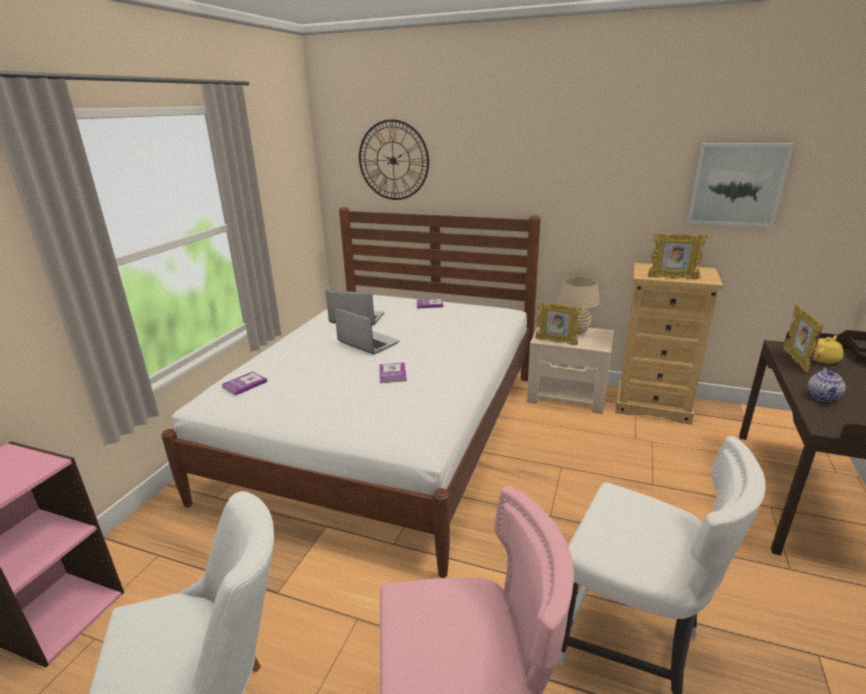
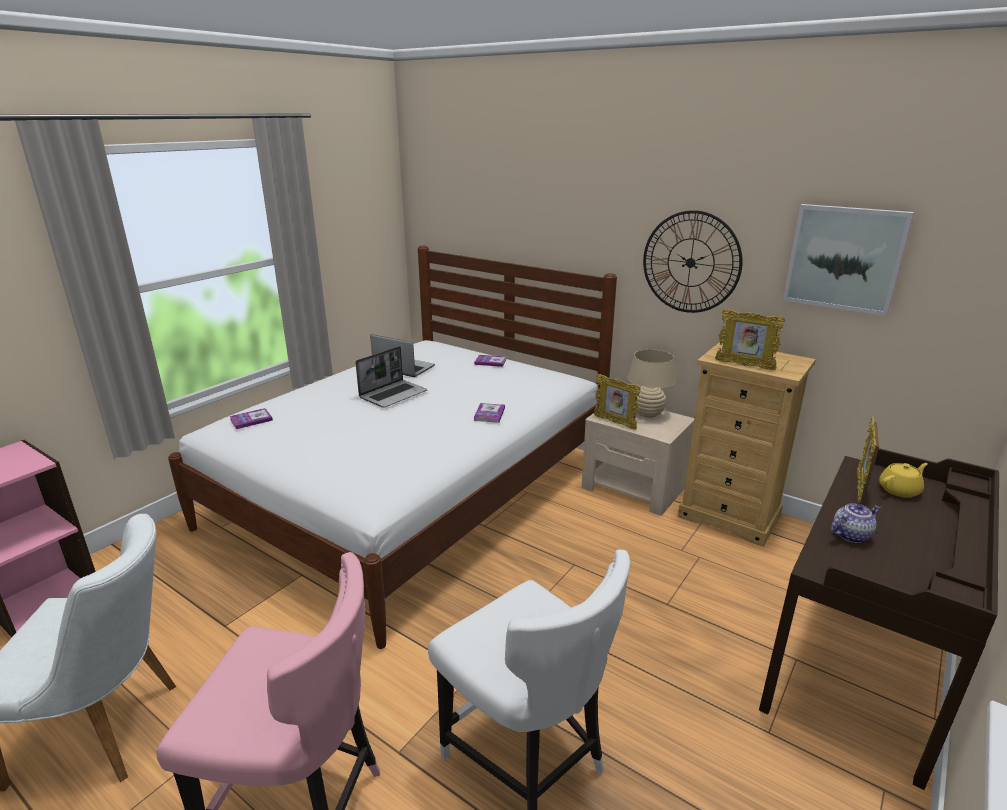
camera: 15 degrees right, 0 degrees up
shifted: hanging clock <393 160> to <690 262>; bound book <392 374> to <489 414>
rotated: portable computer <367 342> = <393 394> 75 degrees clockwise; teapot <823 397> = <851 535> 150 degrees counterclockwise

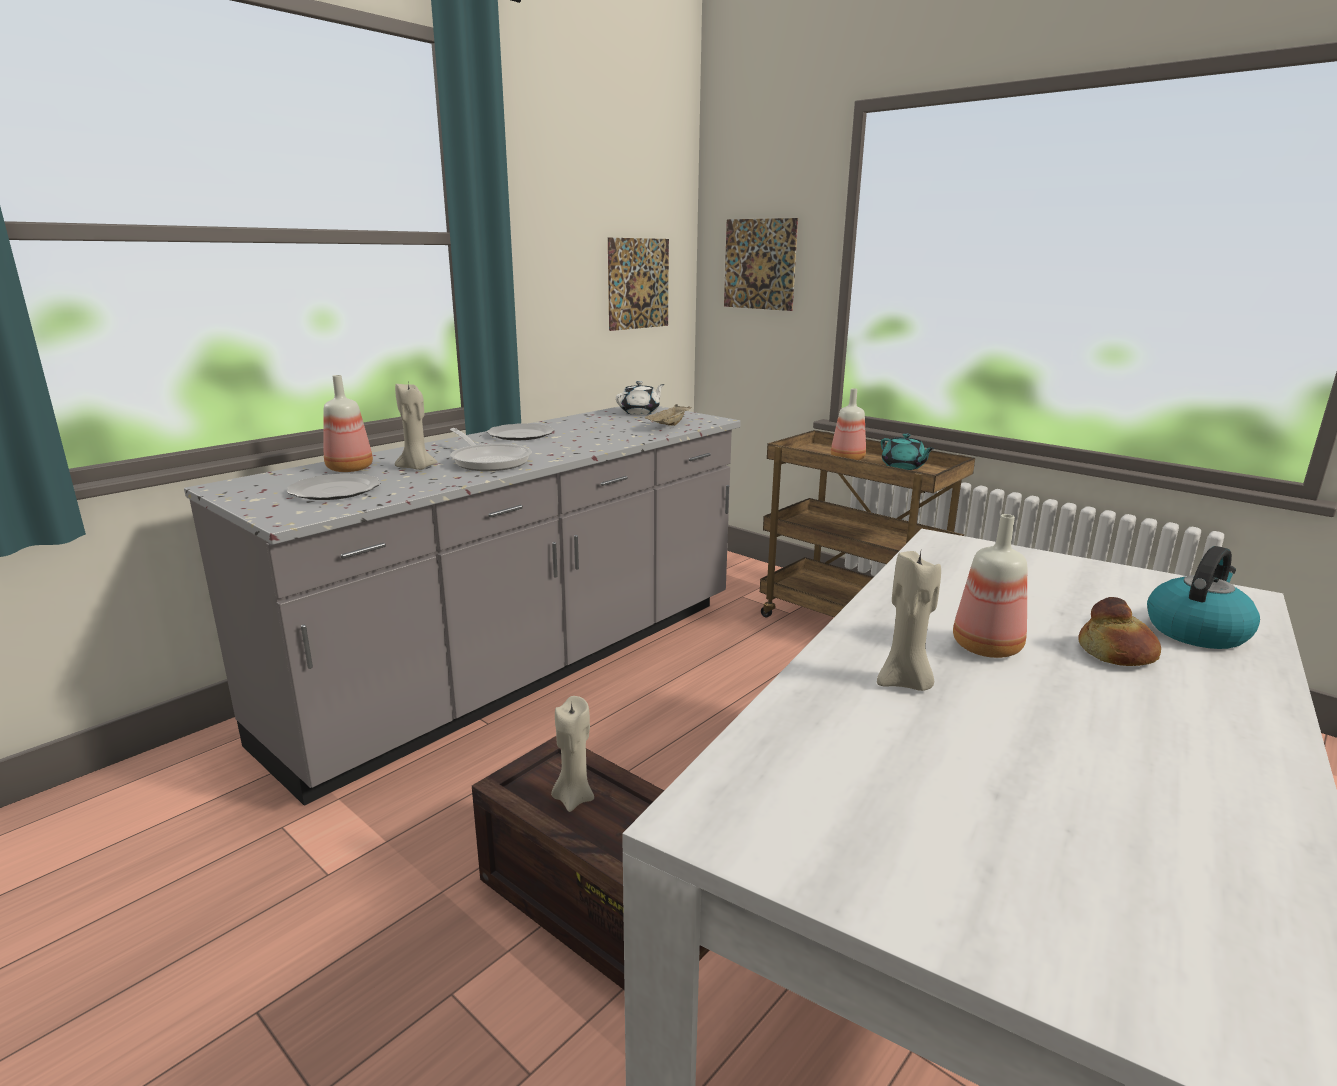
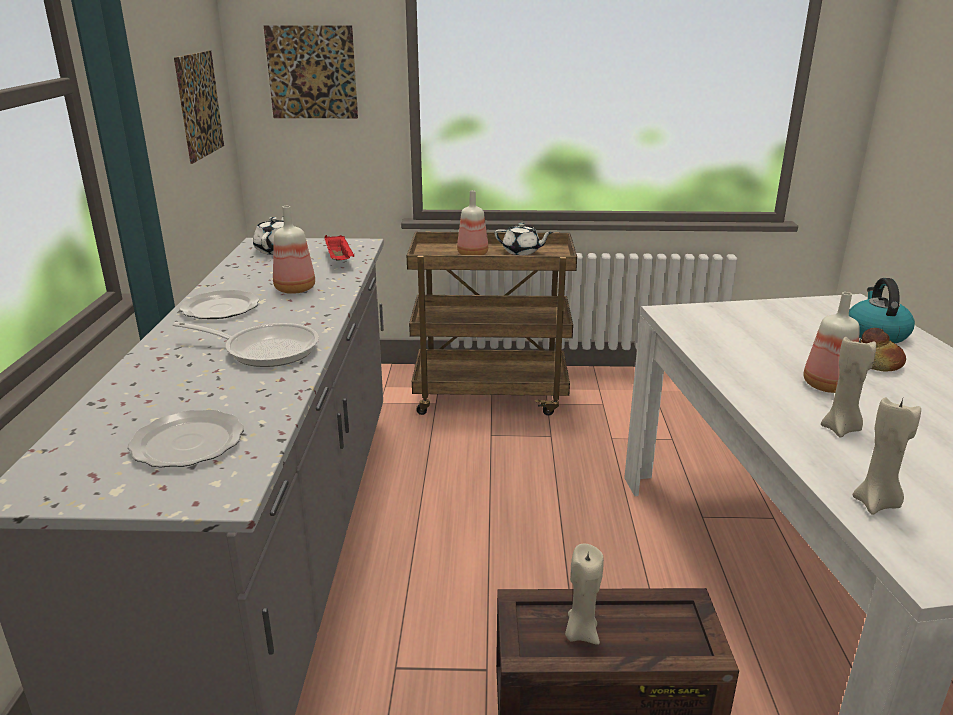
camera: 40 degrees left, 5 degrees up
shifted: beverage bottle <350 468> to <294 289>; beige candle <417 468> to <876 504>
repainted: beige carrying tray <669 426> to red carrying tray <339 260>; turquoise teapot <903 467> to white teapot <522 251>

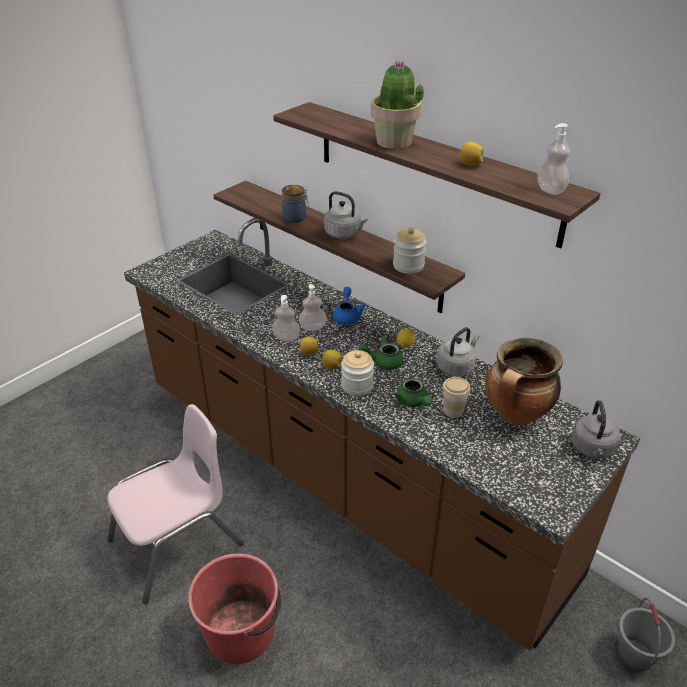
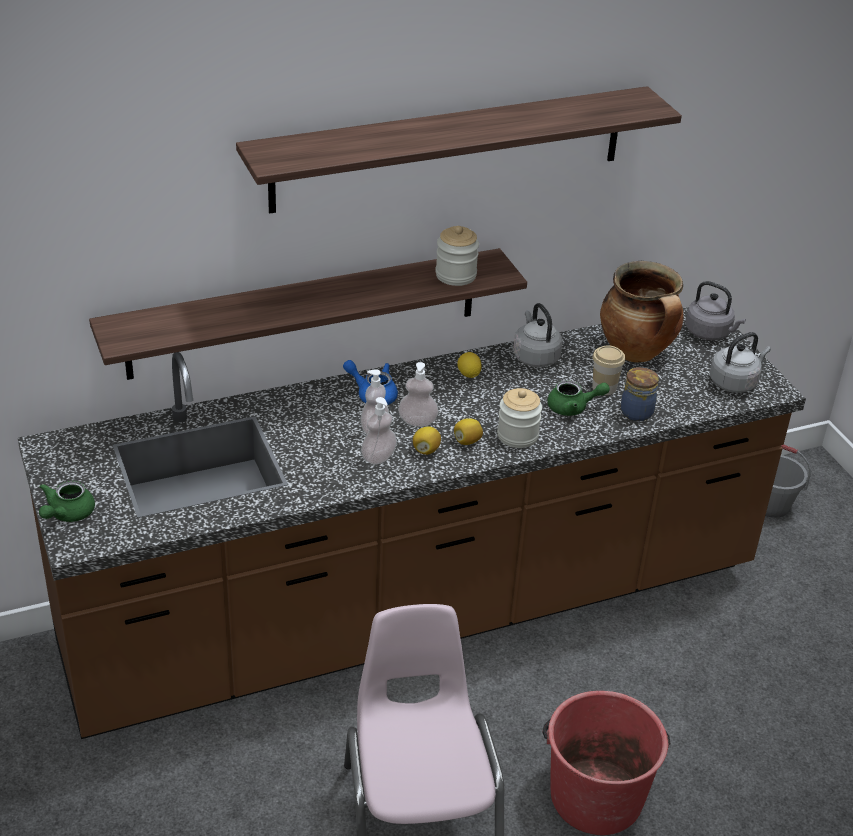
camera: 65 degrees left, 0 degrees up
gone: plant in a pot <394 142>; whole lemon <470 164>
shifted: soap dispenser <550 190> to <417 421>; storage jar <295 218> to <637 411>; gray kettle <344 234> to <735 382>; greenish teapot <383 362> to <67 514>

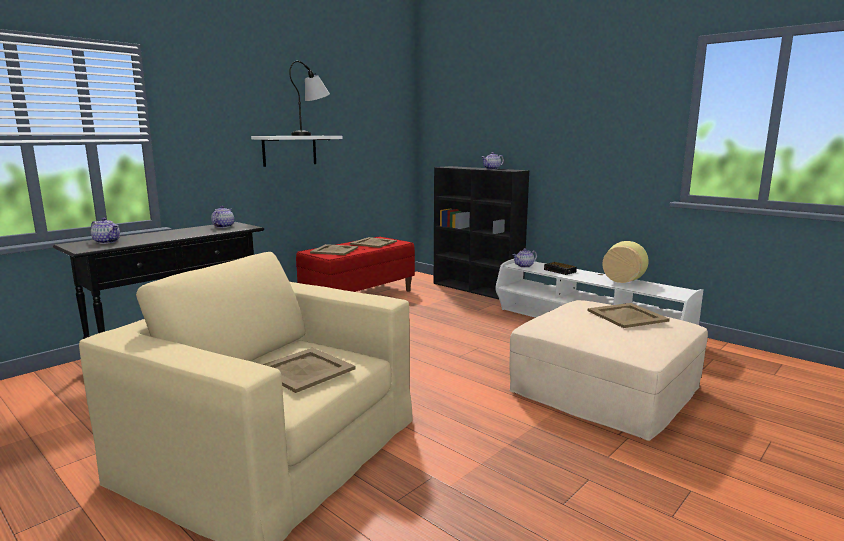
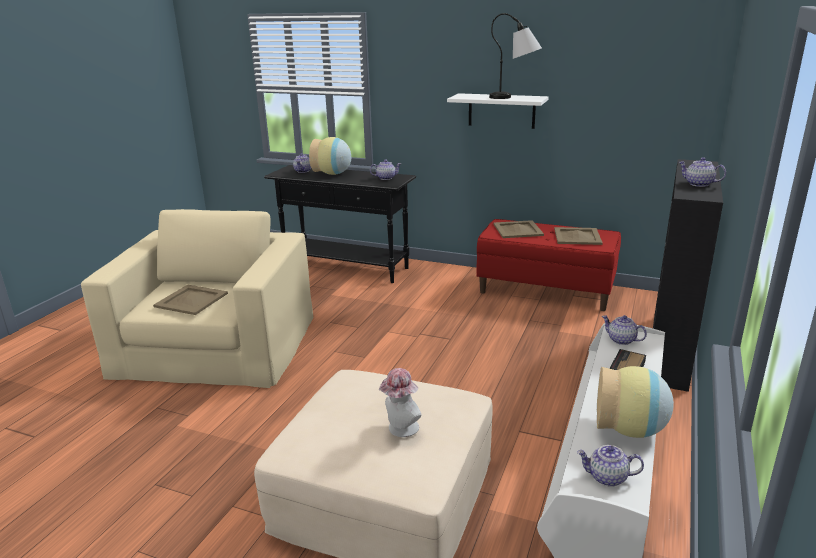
camera: 70 degrees right, 10 degrees up
new: vase <333 174>; teapot <607 477>
swapped: beige carrying tray <627 315> to wearable hat <400 429>

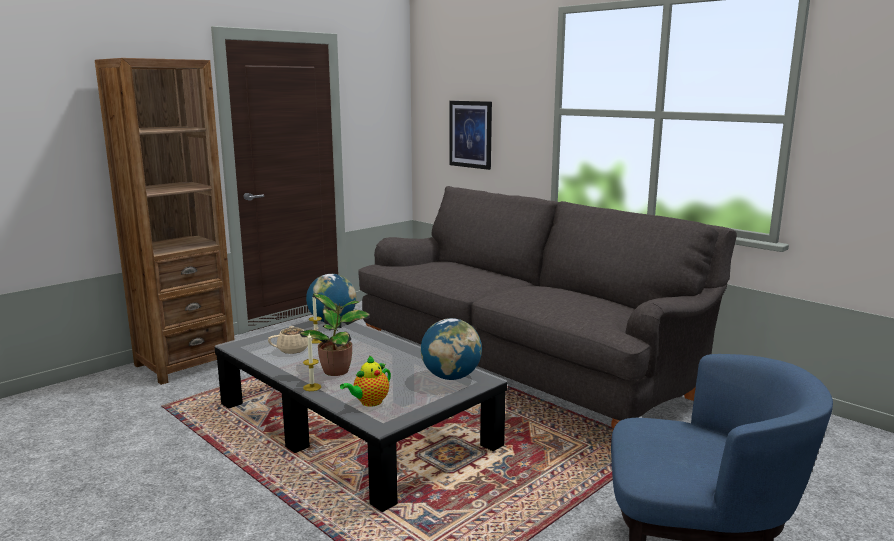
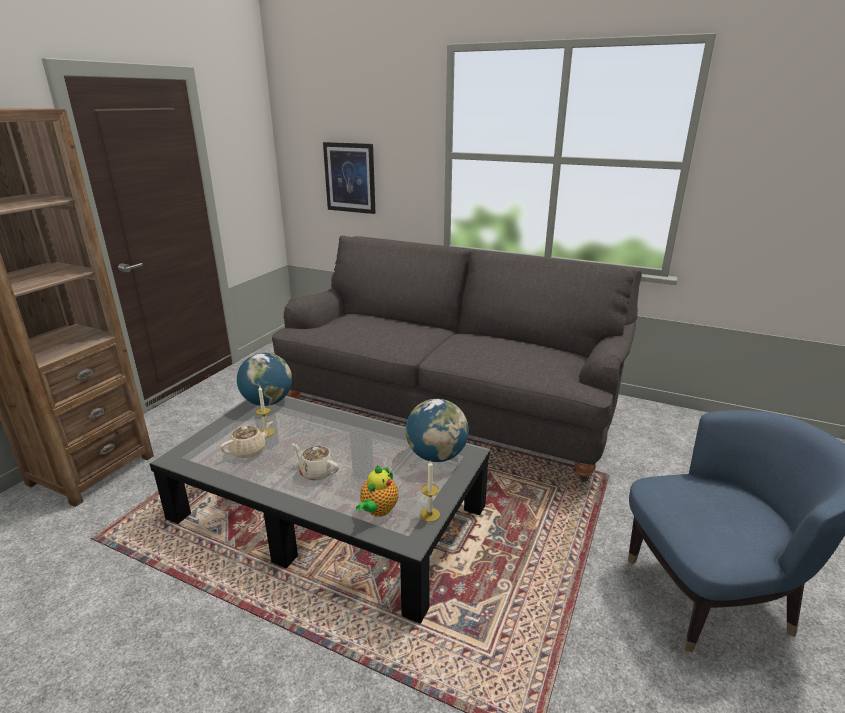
camera: 20 degrees left, 10 degrees up
shifted: candle <312 387> to <429 514>
swapped: plant in a pot <338 371> to beige teapot <317 472>

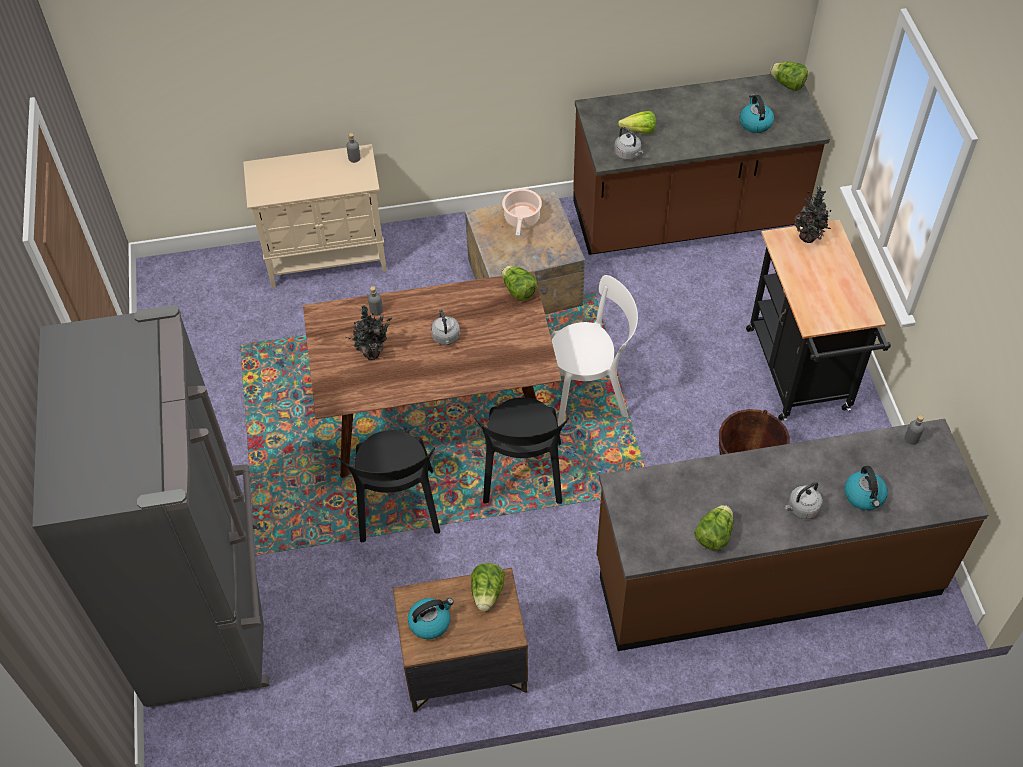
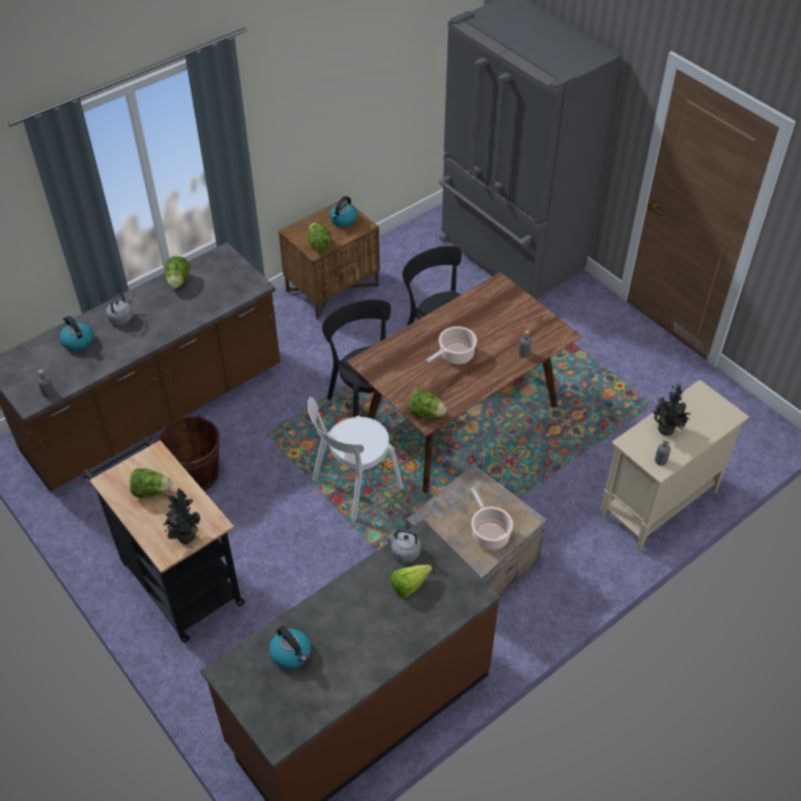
camera: 150 degrees right, 5 degrees down
shifted: head of lettuce <787 84> to <151 491>; plant in a pot <373 352> to <666 431>
swapped: gray kettle <446 338> to cooking pot <454 355>

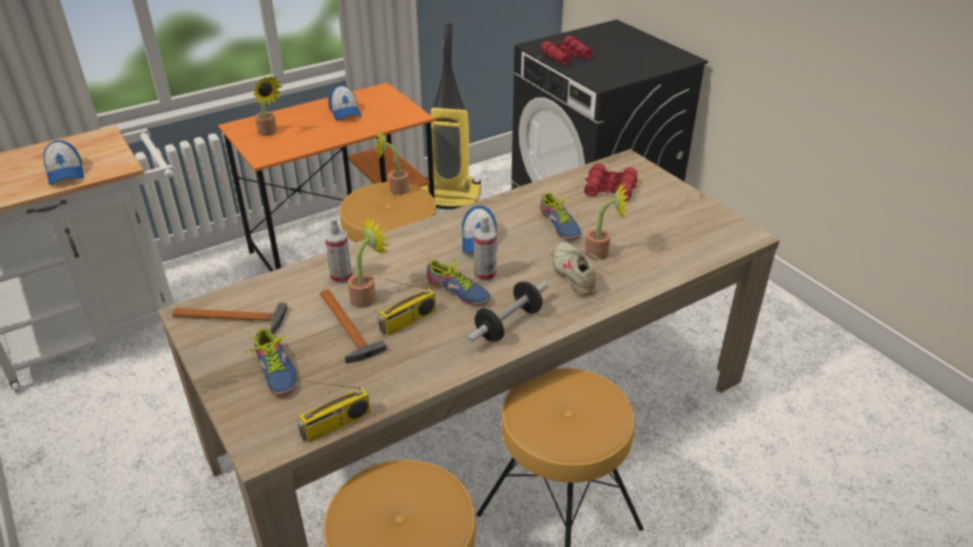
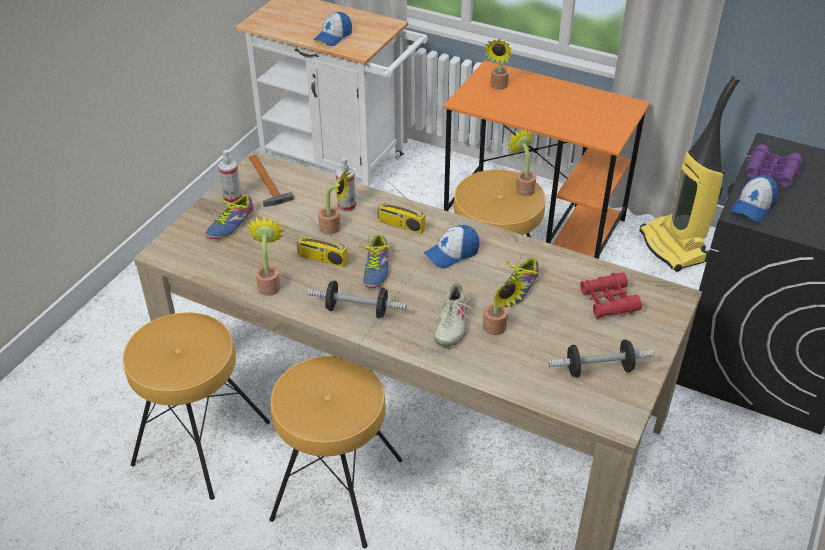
camera: 60 degrees right, 5 degrees up
gone: tool hammer <347 329>
new: plant in a pot <269 284>; hand weight <598 369>
shifted: cap <345 112> to <753 207>; spray bottle <485 275> to <233 198>; radio <336 425> to <400 225>
repainted: red binoculars <566 57> to purplish binoculars <771 172>
rotated: beige item of footwear <575 275> = <450 324> 150 degrees clockwise

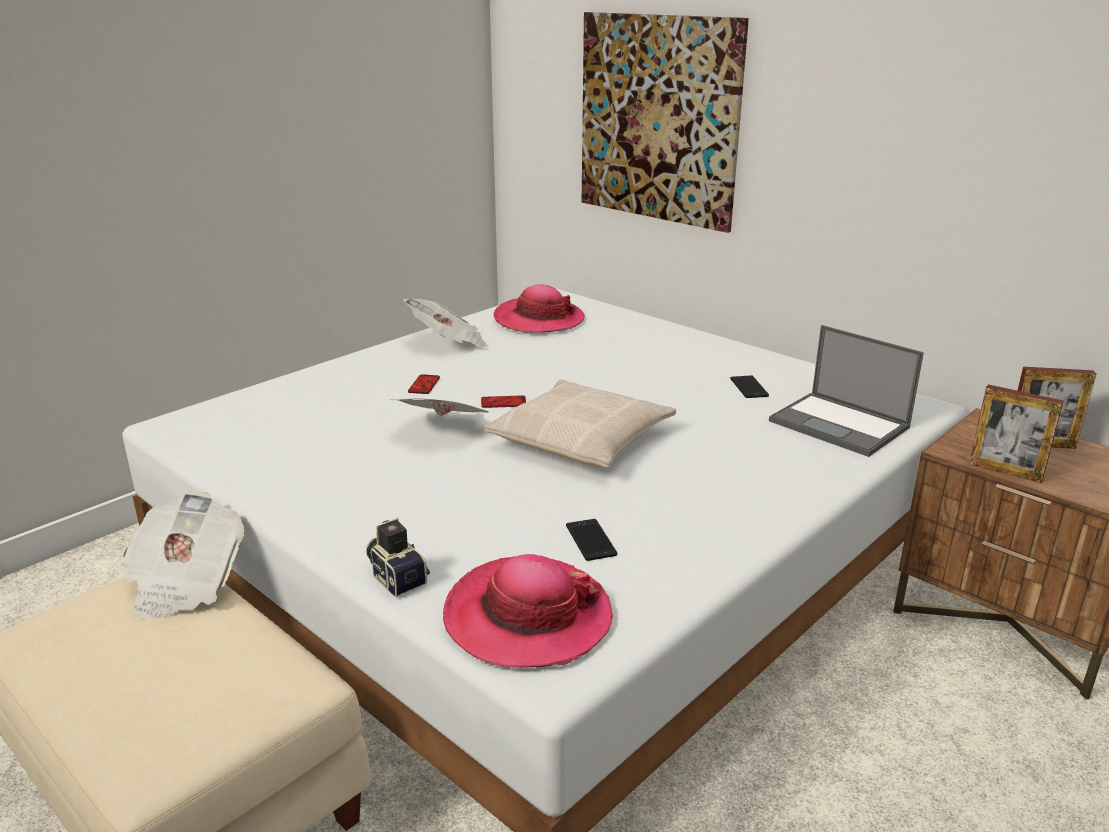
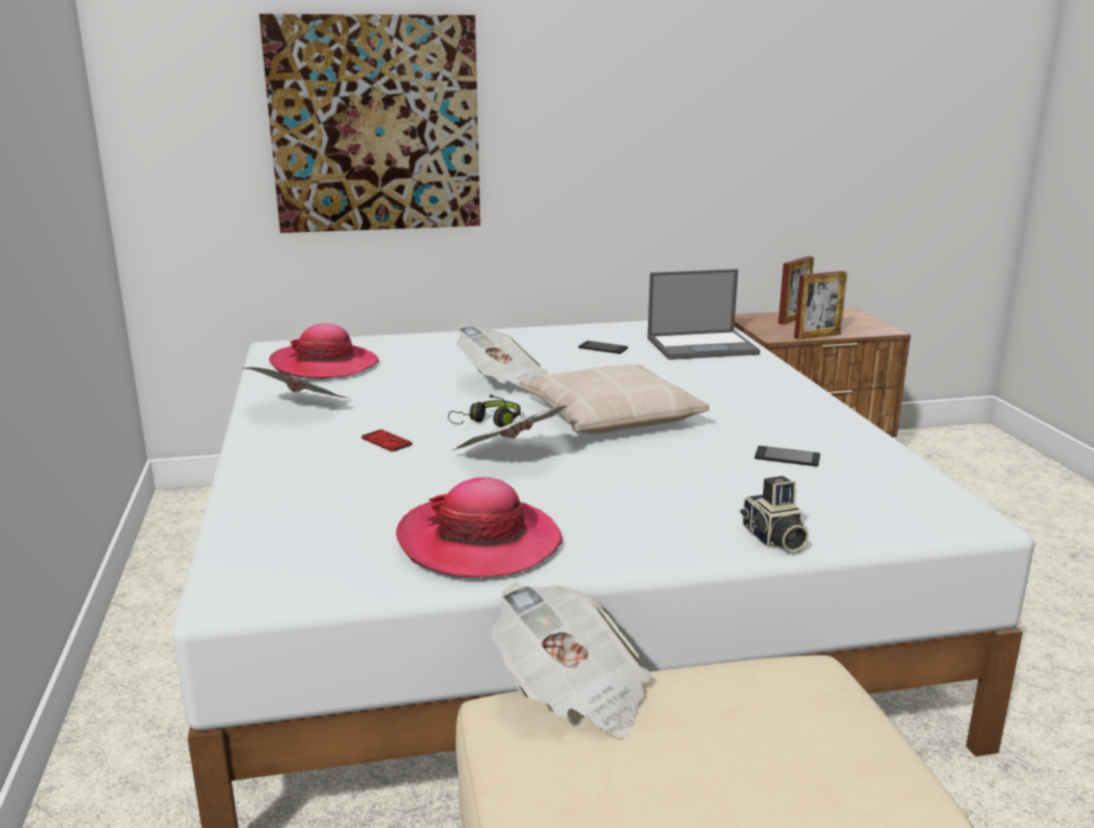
camera: 55 degrees left, 5 degrees down
new: newspaper <504 384>
shifted: wearable hat <527 617> to <479 542>
swapped: phone <503 402> to blackish headset <489 423>
rotated: still camera <397 576> = <773 539> 105 degrees counterclockwise

